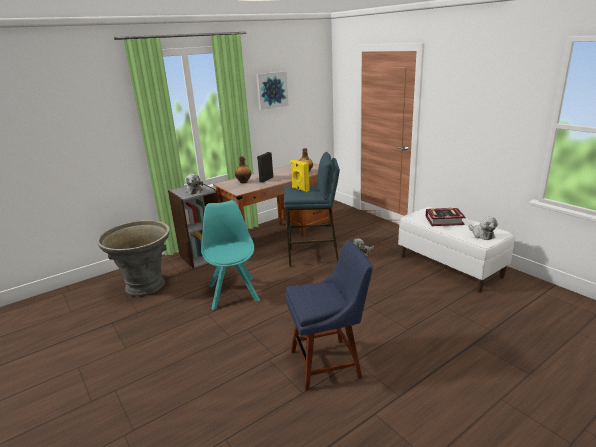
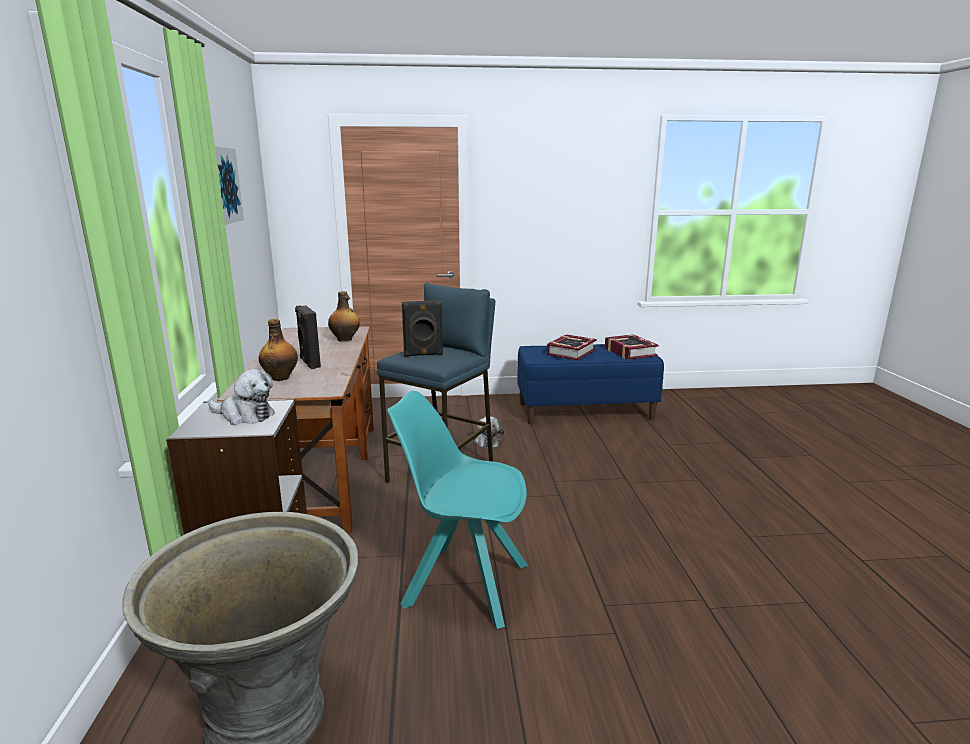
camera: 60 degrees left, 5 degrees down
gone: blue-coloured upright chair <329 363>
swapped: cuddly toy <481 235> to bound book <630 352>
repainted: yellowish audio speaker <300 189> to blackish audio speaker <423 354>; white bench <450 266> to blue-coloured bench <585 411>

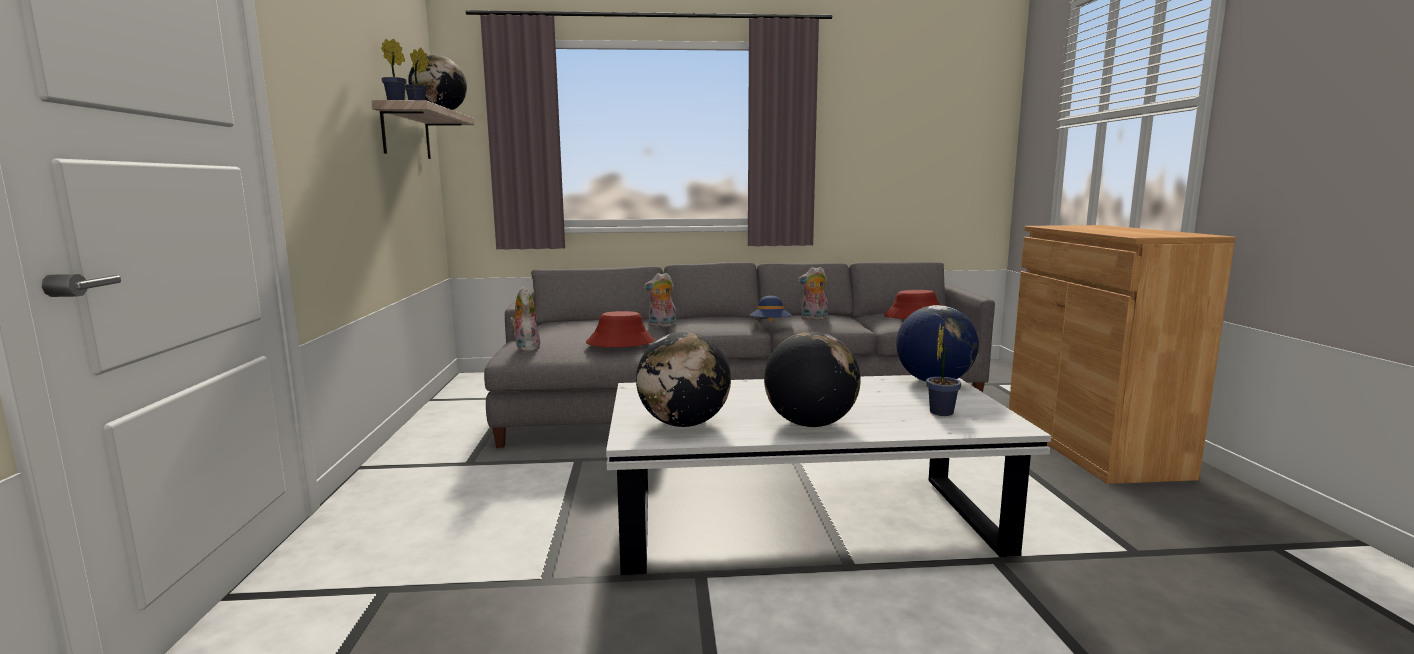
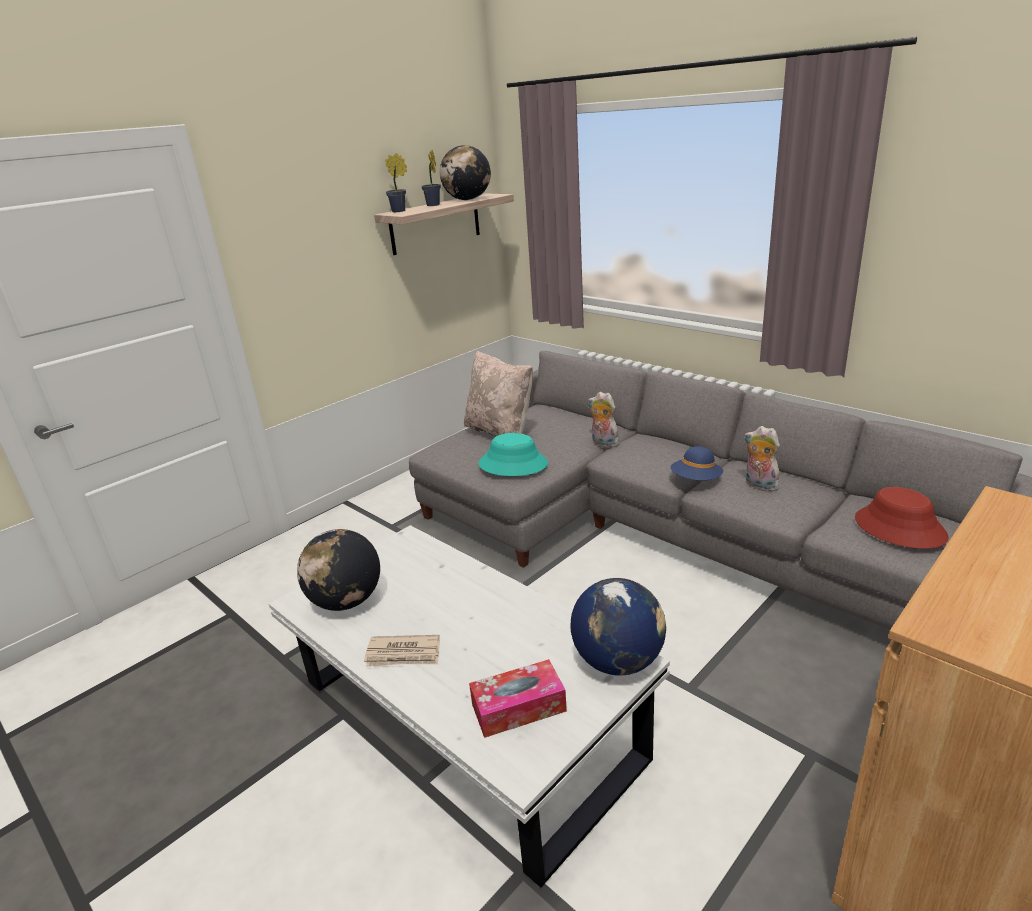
camera: 50 degrees right, 15 degrees up
gone: cuddly toy <526 348>
new: beige pillow <500 432>
swapped: plant in a pot <941 411> to tissue holder <518 707>; world globe <810 424> to newspaper <404 654>
repainted: red wearable hat <620 342> to turquoise wearable hat <513 464>

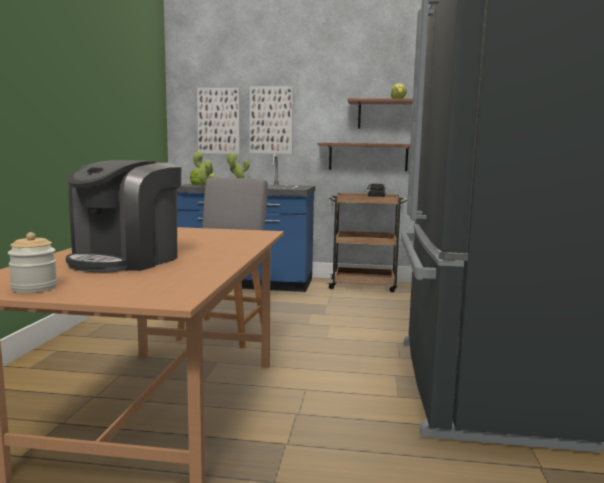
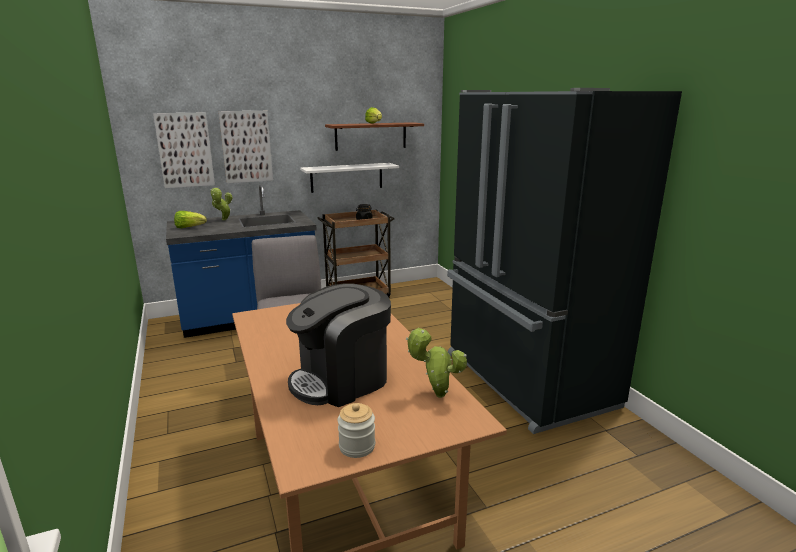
camera: 30 degrees left, 10 degrees up
shifted: plant in a pot <204 186> to <436 395>
repainted: brownish shelf <368 157> to white shelf <346 177>
rotated: coffee maker <127 260> = <341 380> 60 degrees clockwise

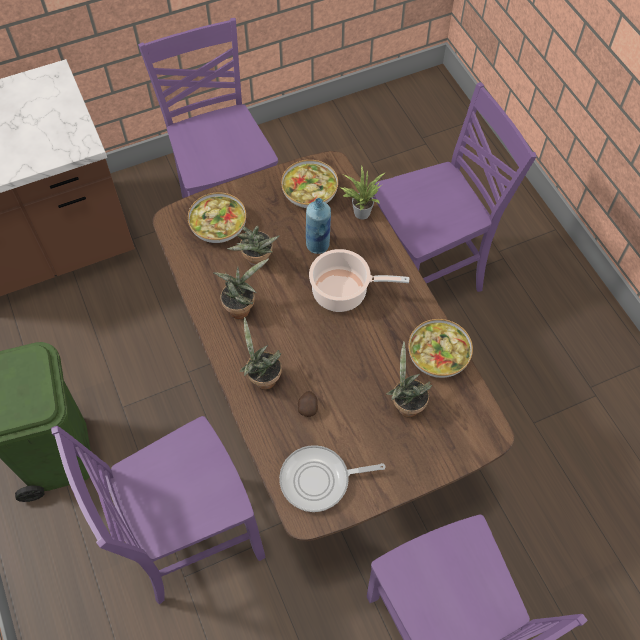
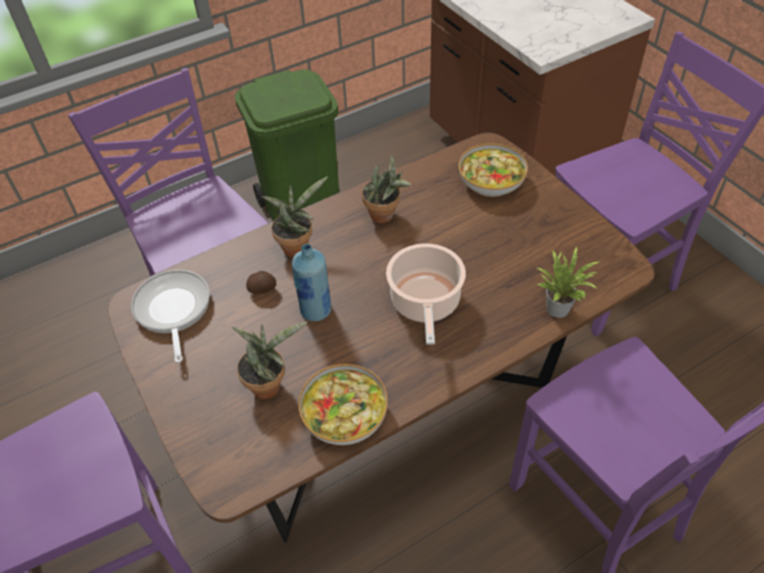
camera: 85 degrees right, 10 degrees down
gone: bowl <309 192>; plant in a pot <257 262>
shifted: blue-coloured beverage bottle <318 245> to <316 311>

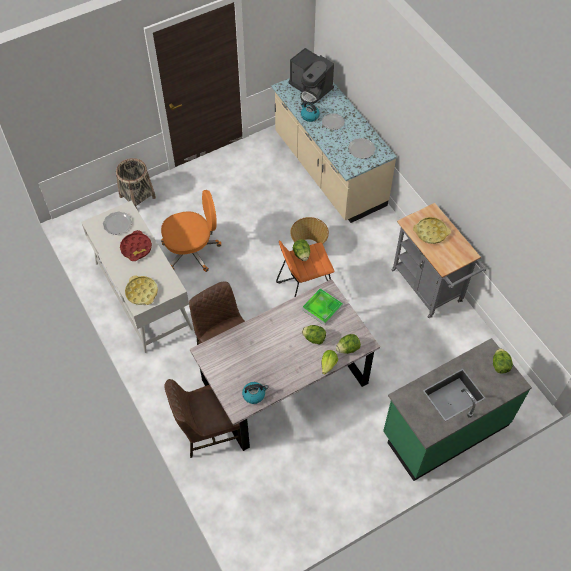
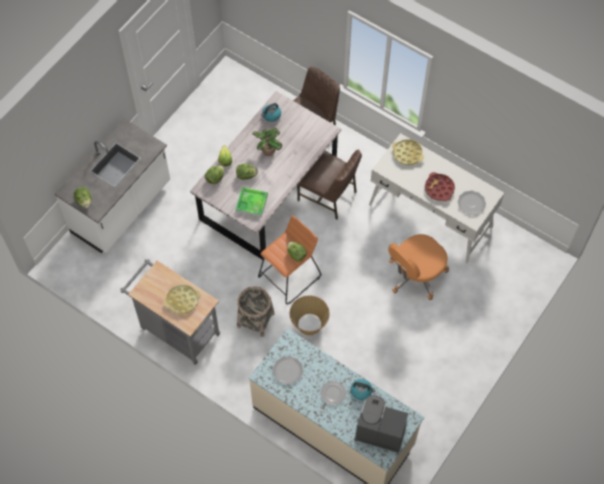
camera: 155 degrees right, 5 degrees up
new: plant in a pot <267 151>
shifted: household basket <137 197> to <255 320>
repainted: greenish kitchen counter <444 429> to white kitchen counter <122 208>

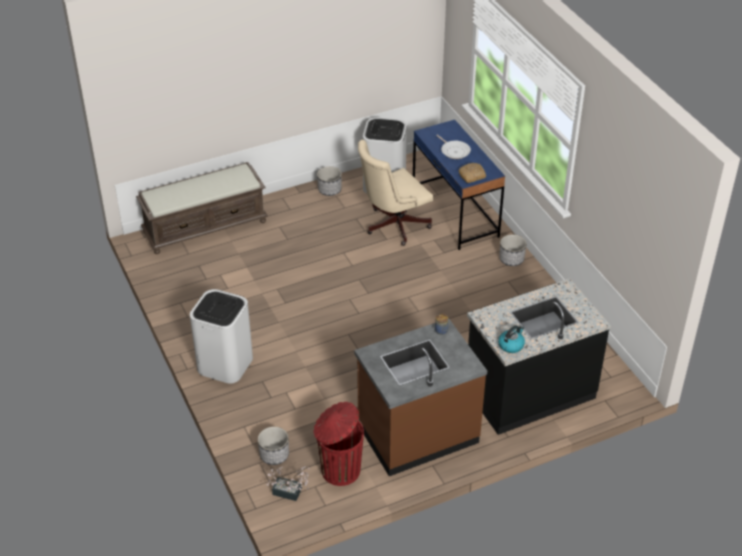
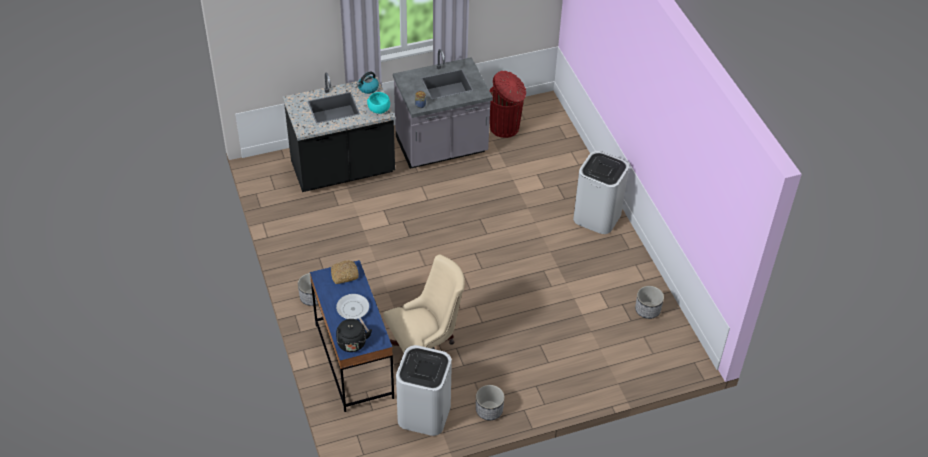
camera: 175 degrees left, 5 degrees up
gone: brownish bench <205 226>; plant in a pot <290 492>
new: turquoise bowl <378 109>; blackish kettle <352 344>
shifted: flower pot <274 455> to <647 310>
repainted: brownish kitchen counter <417 432> to gray kitchen counter <441 148>

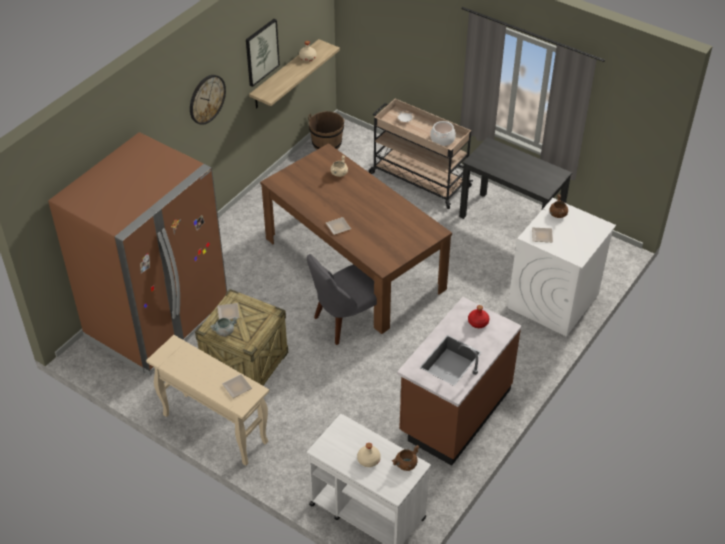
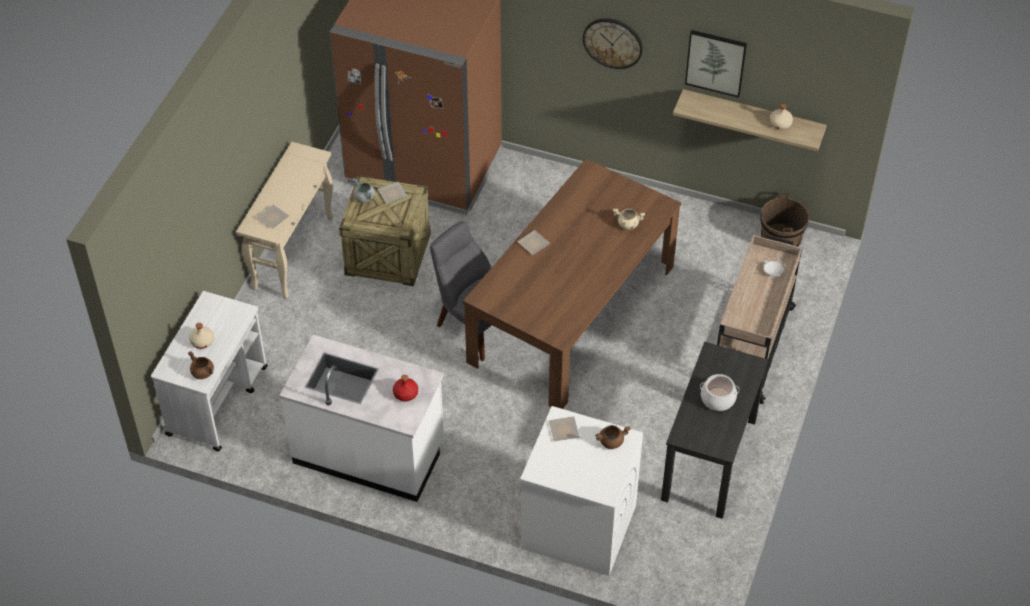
camera: 75 degrees right, 5 degrees up
shifted: cooking pot <442 139> to <717 399>
repainted: brownish kitchen counter <454 411> to white kitchen counter <369 452>

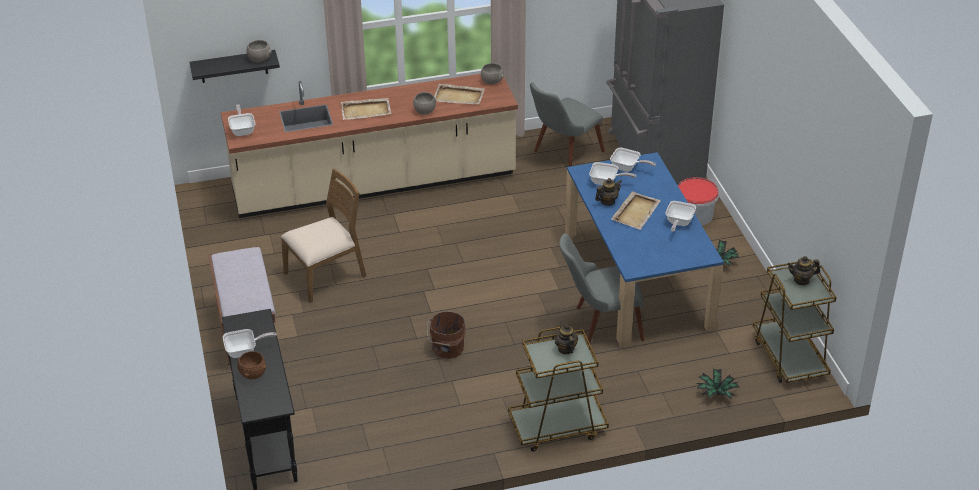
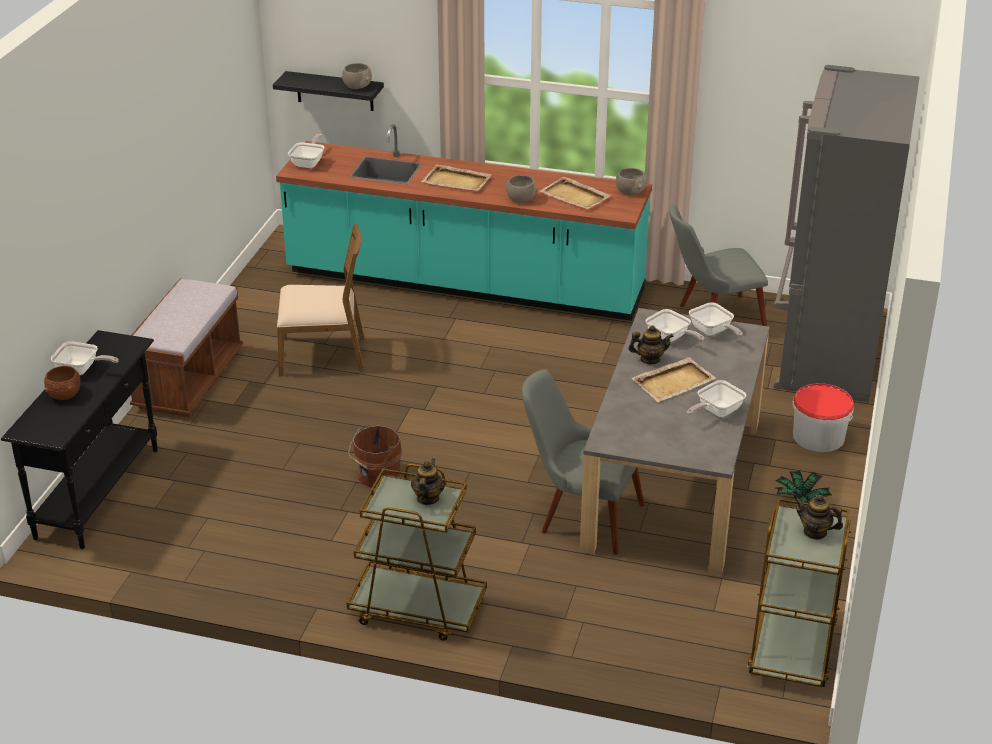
camera: 30 degrees right, 5 degrees down
gone: plant in a pot <716 393>
repainted: beige kitchen counter <374 184> to turquoise kitchen counter <464 284>; blue-coloured dinner table <636 280> to gray dinner table <673 483>

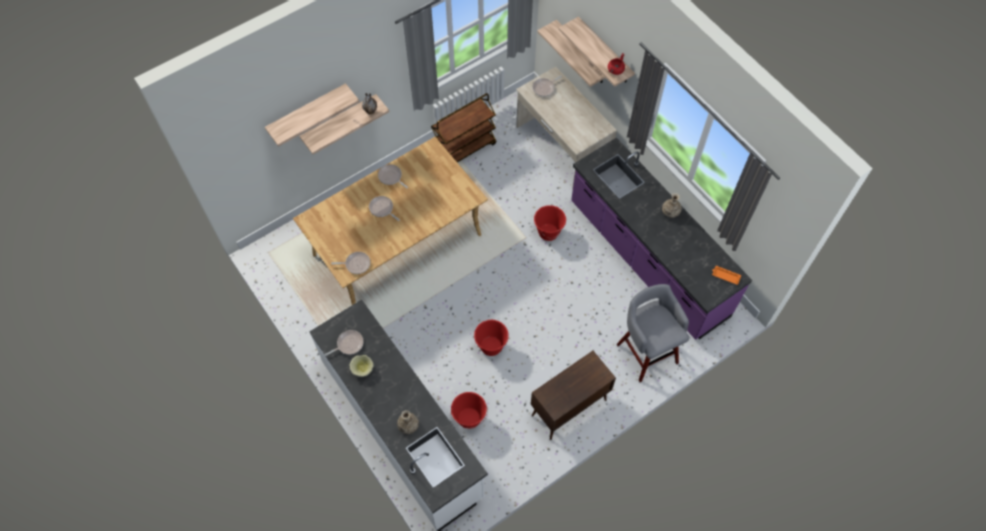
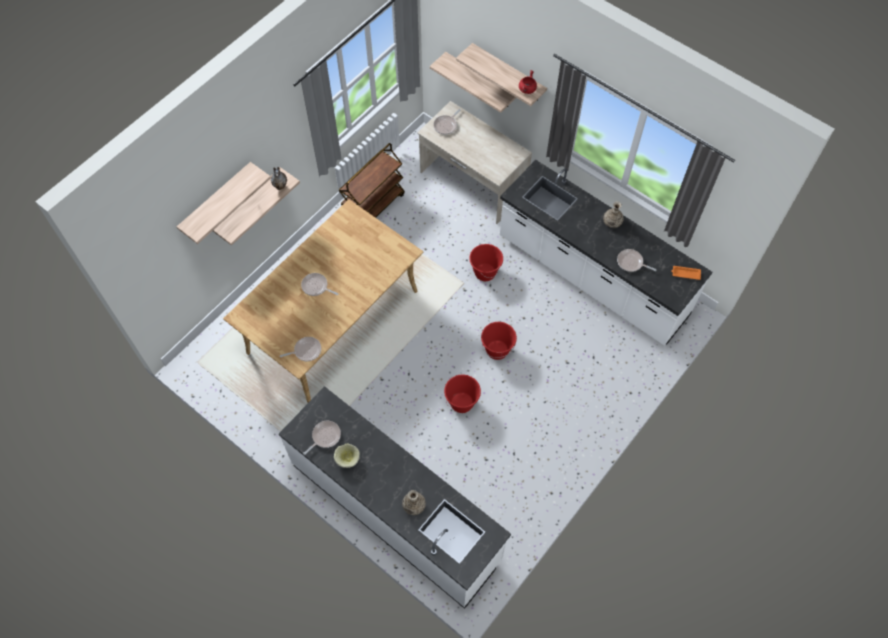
camera: 15 degrees left, 0 degrees up
gone: gray stool <646 351>; brownish cabinet <568 408>
shifted: skillet <391 177> to <631 263>; red pail <469 418> to <497 350>
repainted: purplish kitchen counter <647 260> to white kitchen counter <592 277>

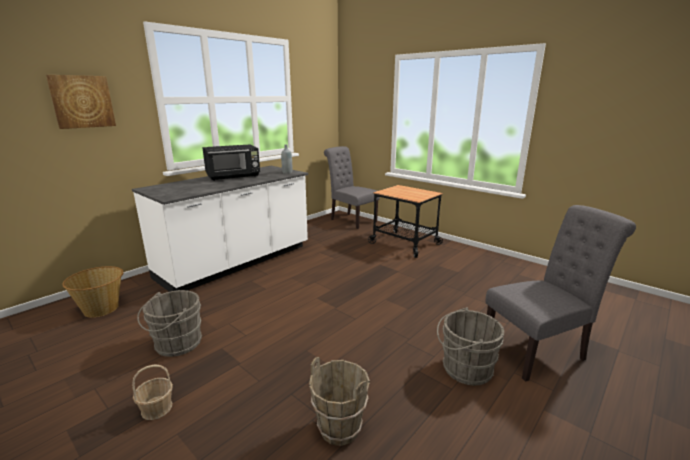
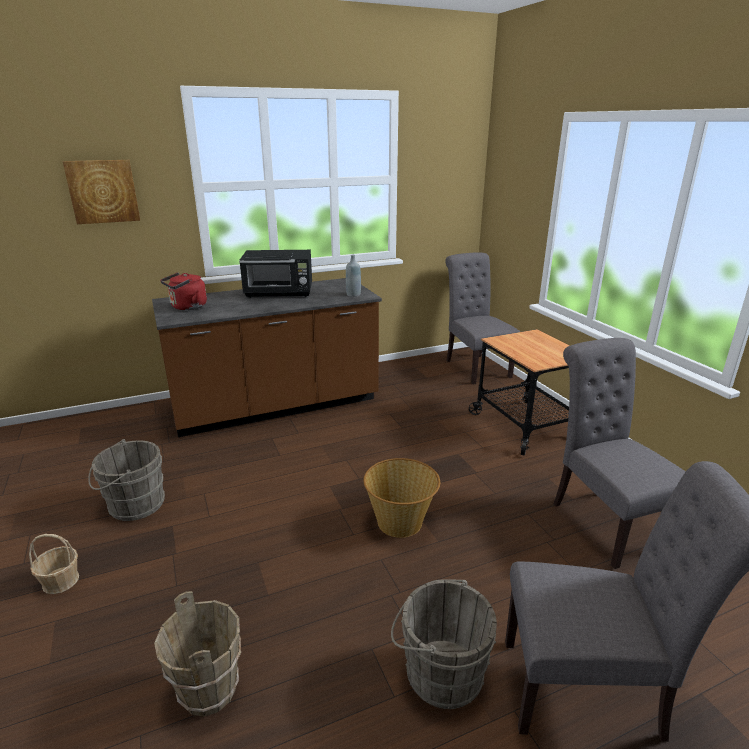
camera: 25 degrees right, 5 degrees up
new: red kettle <187 307>; gray upright chair <604 521>
shifted: household basket <102 309> to <400 522>
repainted: white kitchen counter <236 262> to brownish kitchen counter <276 406>

